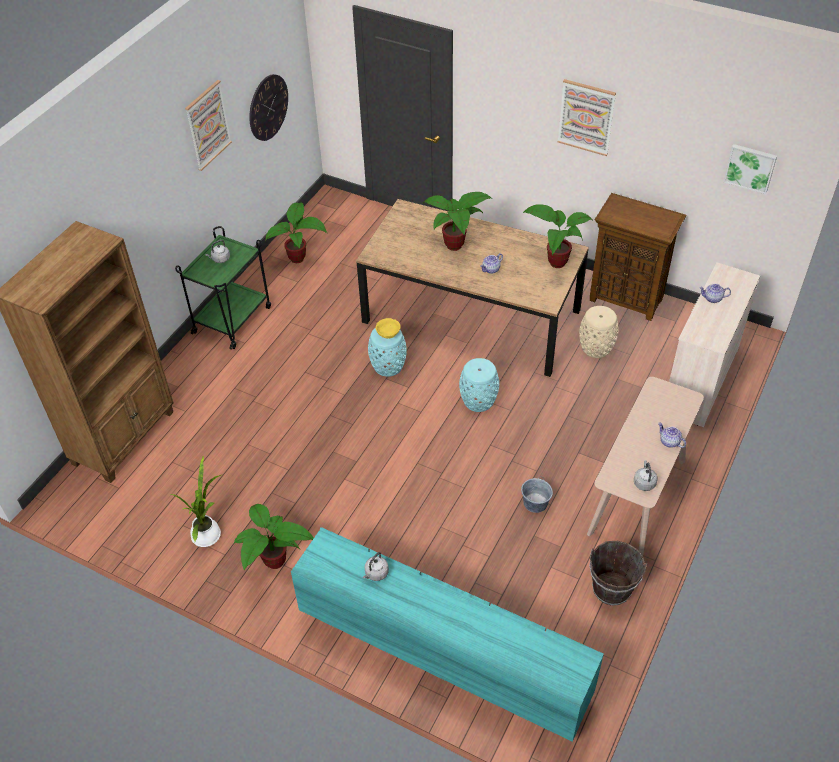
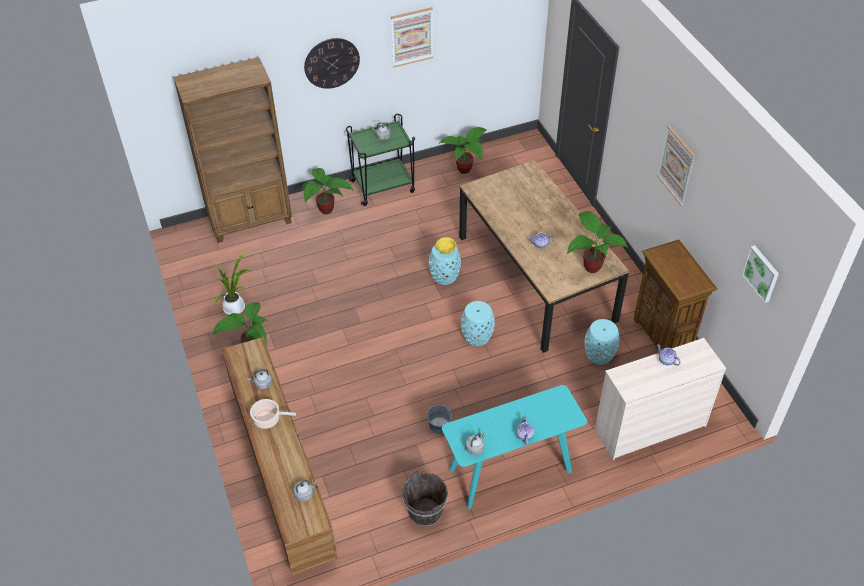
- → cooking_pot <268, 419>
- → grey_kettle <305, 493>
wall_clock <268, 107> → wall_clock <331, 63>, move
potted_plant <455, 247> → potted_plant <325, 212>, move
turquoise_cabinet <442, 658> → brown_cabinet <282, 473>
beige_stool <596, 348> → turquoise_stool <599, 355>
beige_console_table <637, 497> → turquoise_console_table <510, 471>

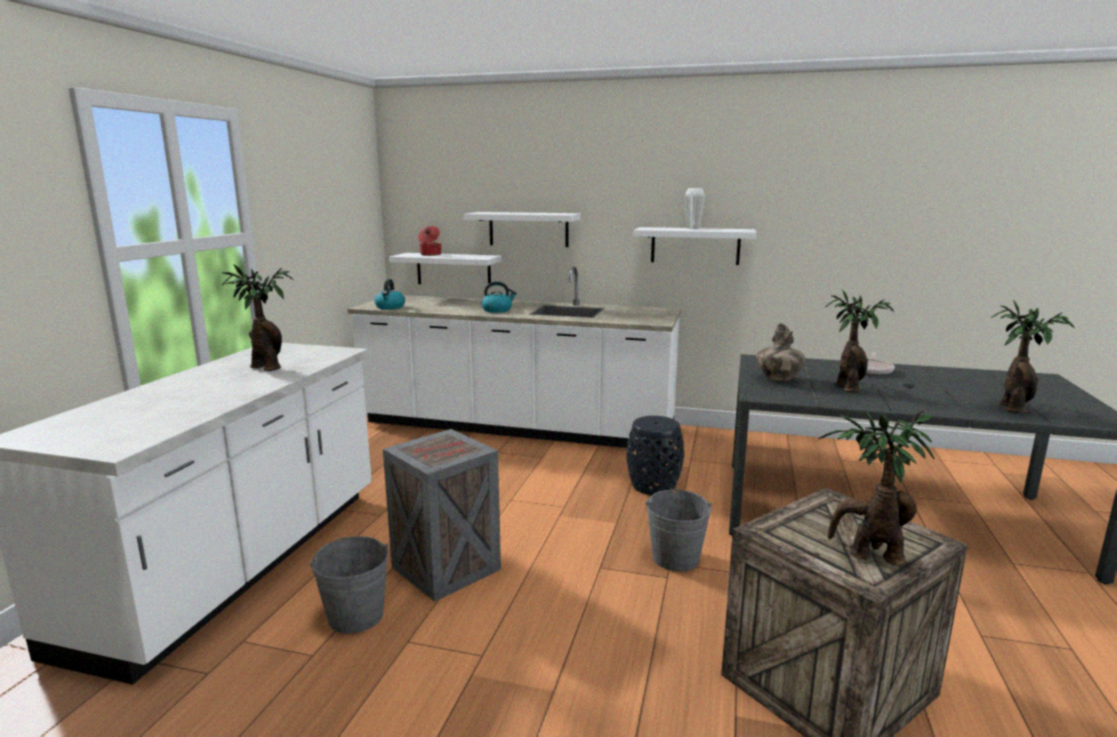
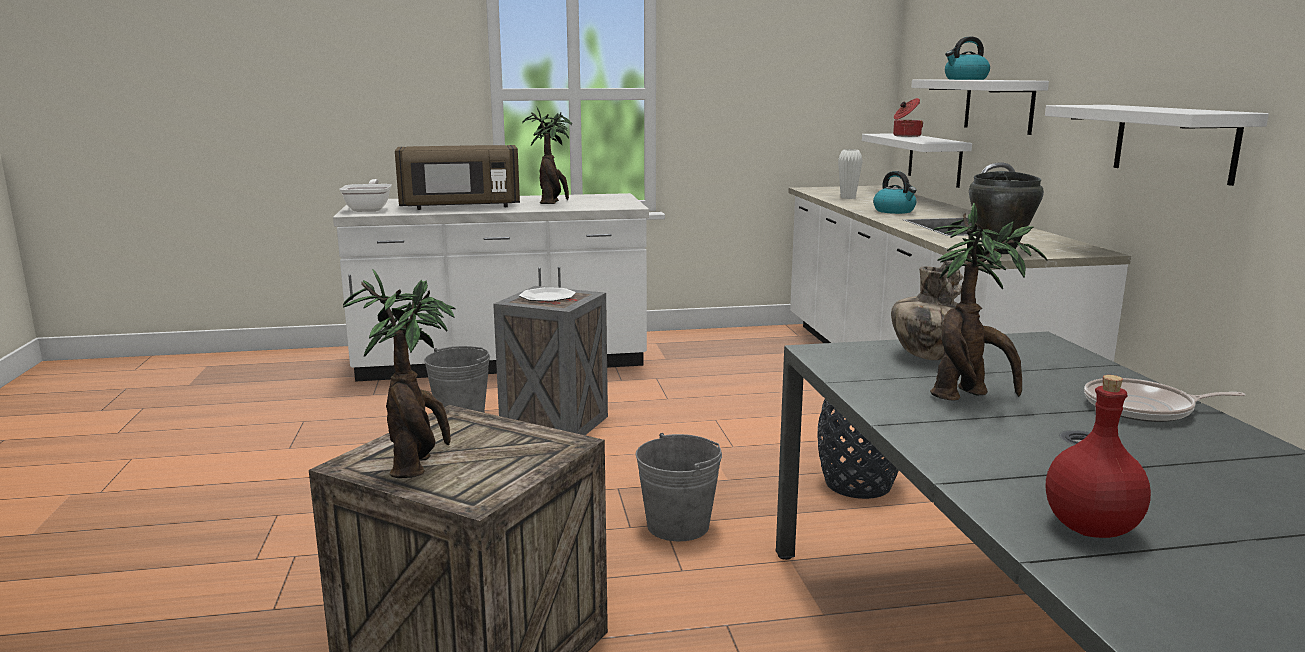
- → frying_pan <369, 209>
- → brown_microwave <460, 207>
- → plate <547, 297>
- → black_cooking_pot <999, 251>
kettle <390, 307> → kettle <965, 79>, move
white_vase <693, 228> → white_vase <848, 198>, move
potted_plant <1014, 408> → red_bottle <1090, 528>

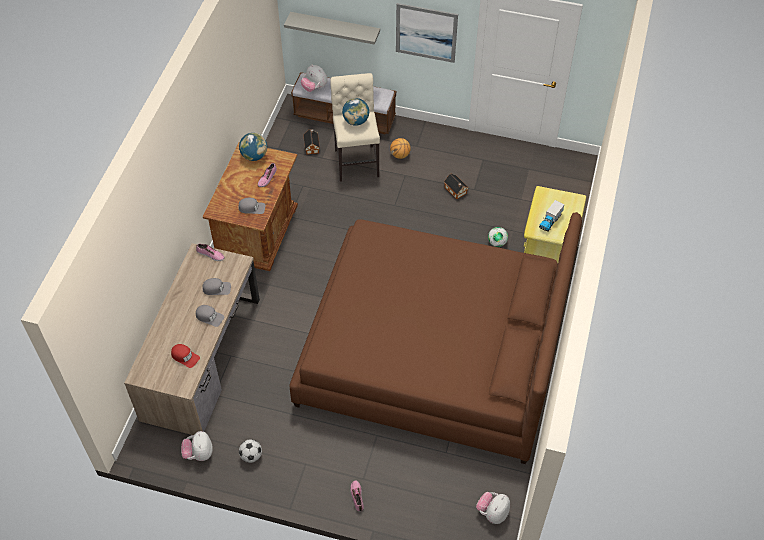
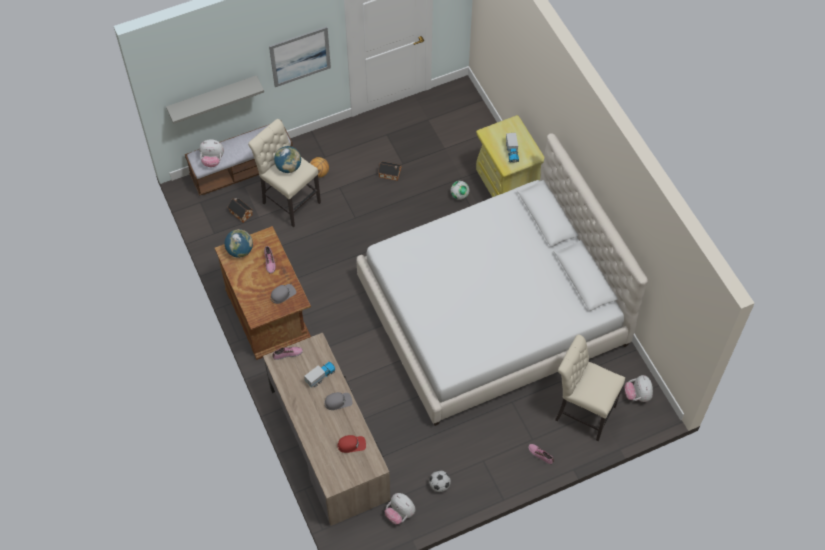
- → beige_stool <582, 411>
grey_cap <216, 288> → toy_truck <320, 376>
brown_bed <433, 351> → white_bed <492, 311>

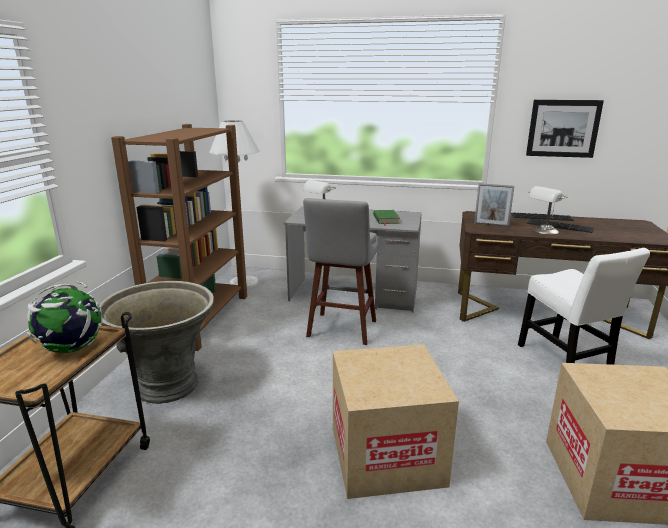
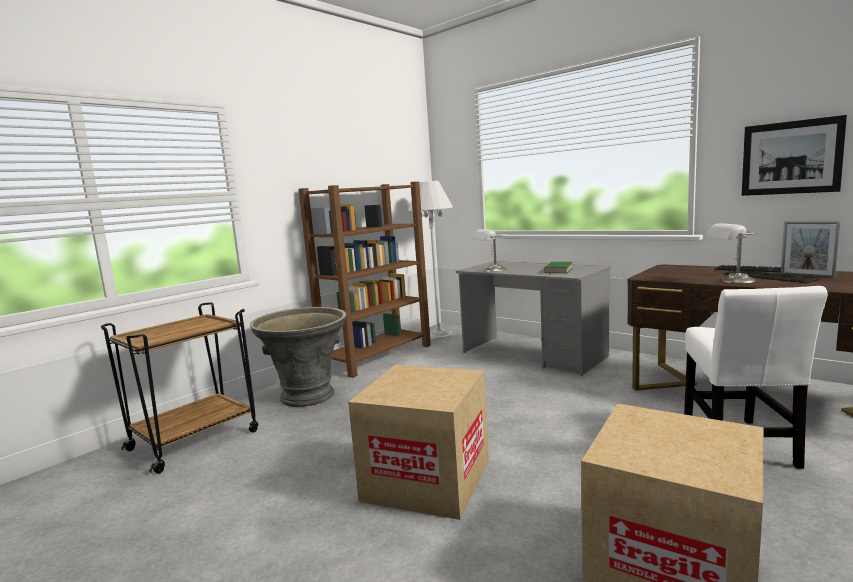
globe <71, 349> → -
grey_stool <341, 330> → -
picture_frame <491, 224> → picture_frame <807, 276>, move

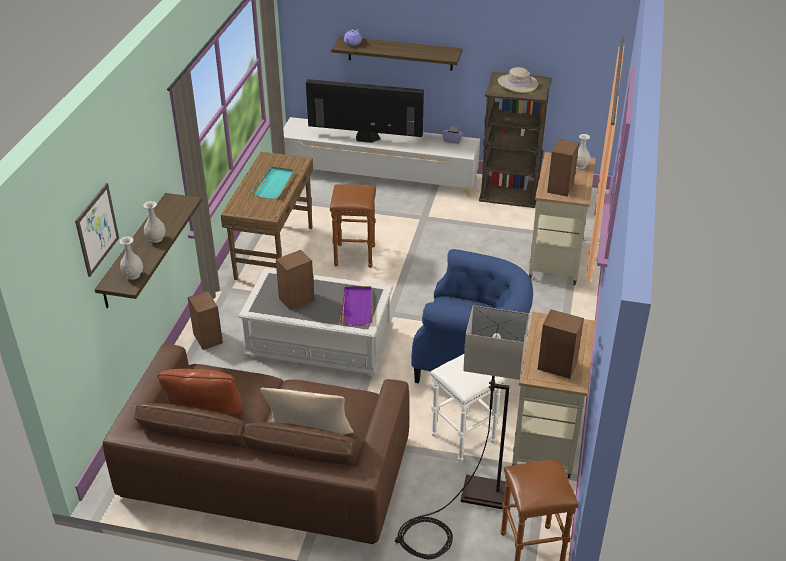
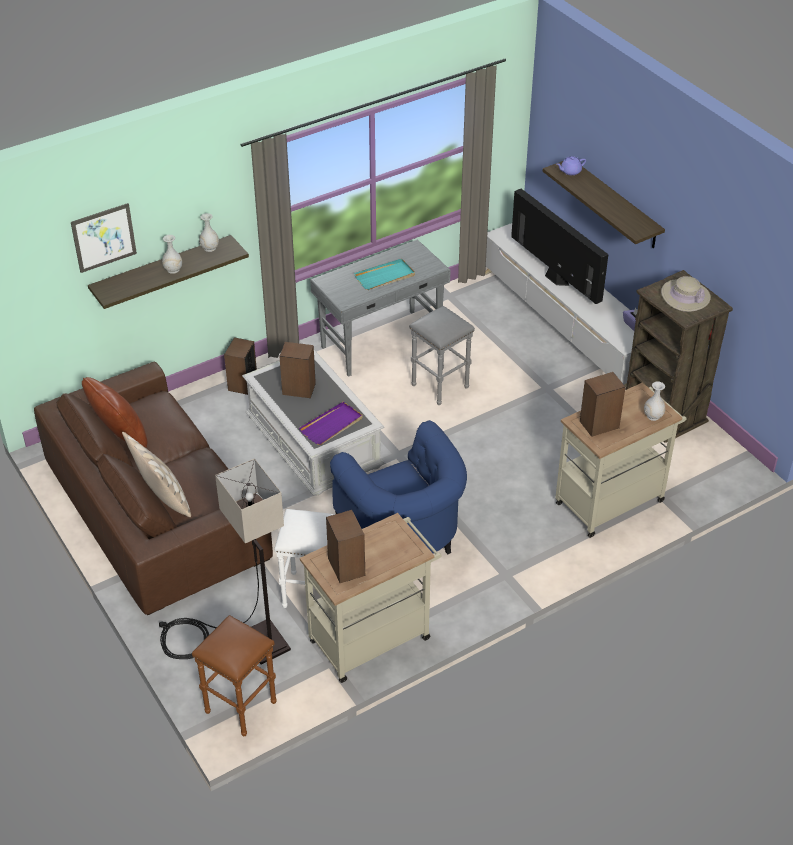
white_vase <133, 275> → white_vase <210, 248>, move
brown_console_table <274, 252> → grey_console_table <381, 343>
brown_stool <354, 255> → grey_stool <440, 385>

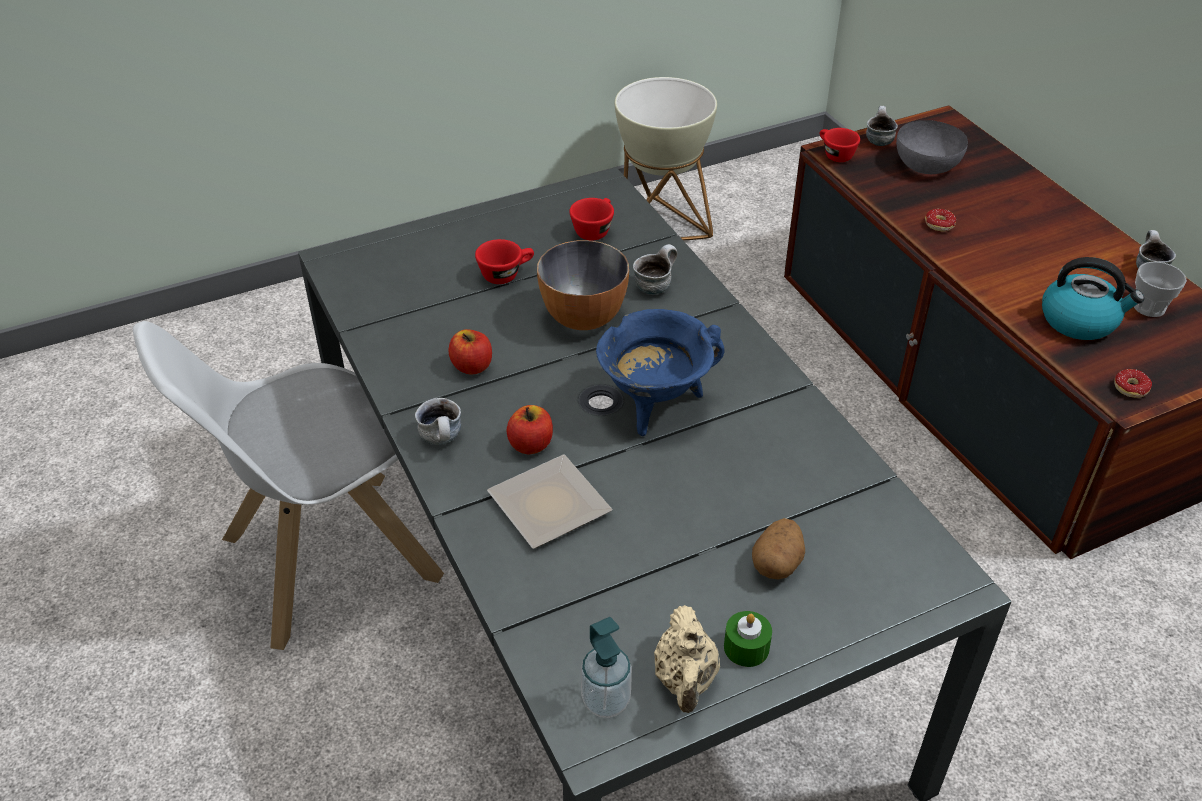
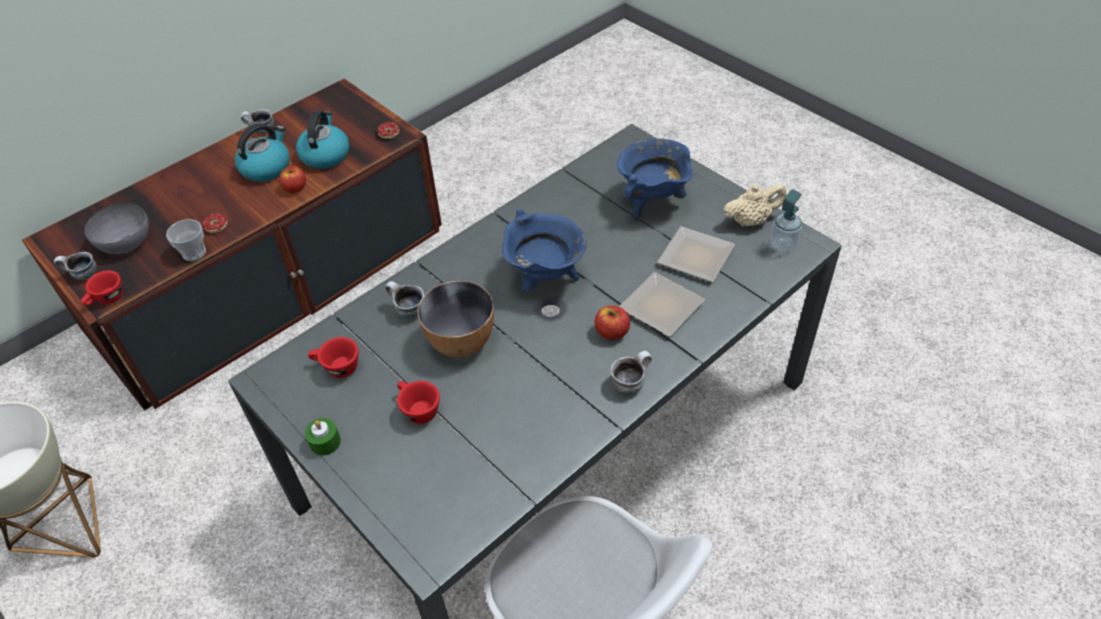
- → kettle <266, 167>
- → plate <693, 258>
apple <472, 366> → apple <295, 188>, move
green_candle <746, 647> → green_candle <325, 442>, move
cup <1149, 307> → cup <194, 253>, move
potato <777, 563> → blue_cooking_pot <652, 202>

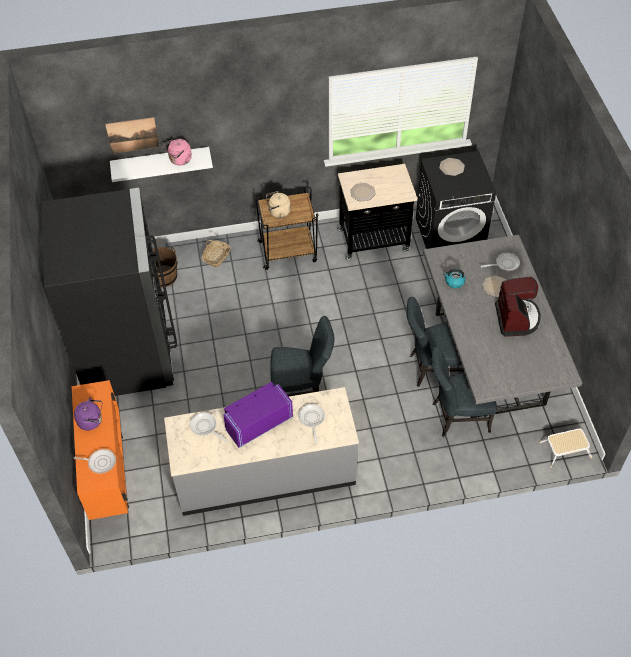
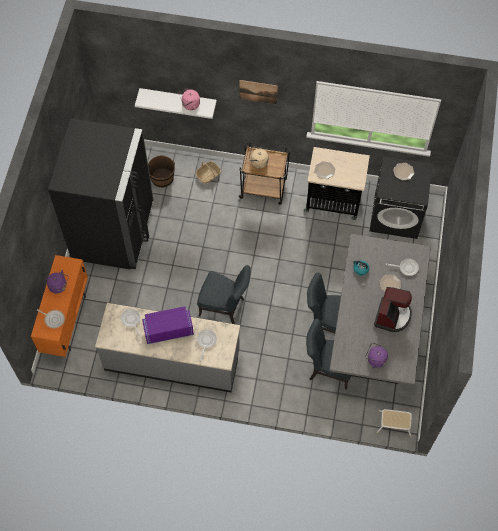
- → purple_kettle <375, 359>
picture <132, 135> → picture <258, 92>, move

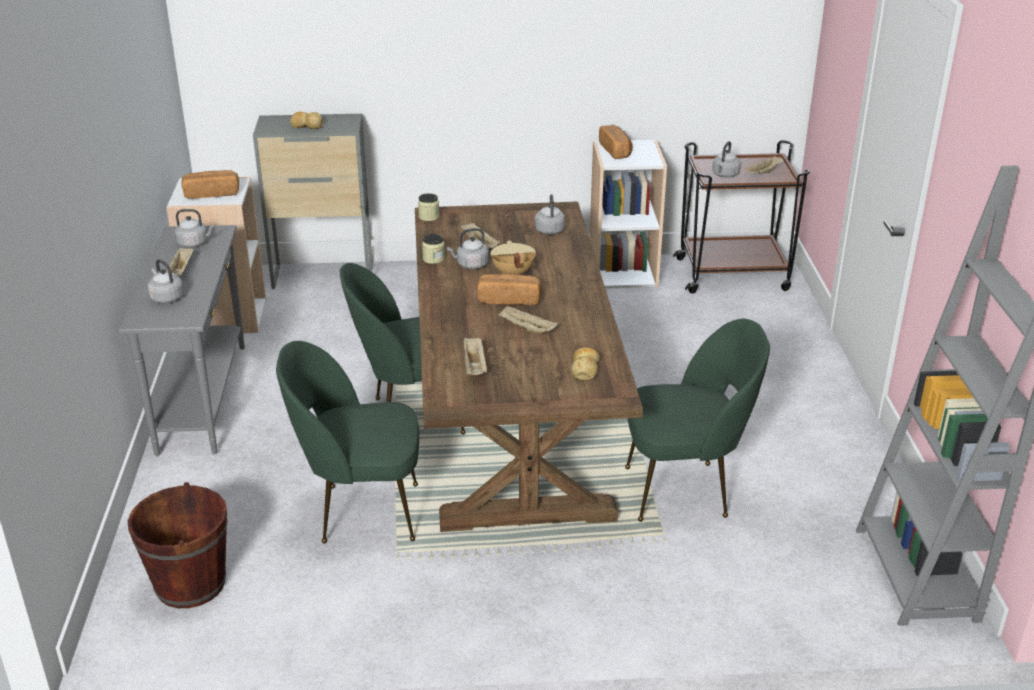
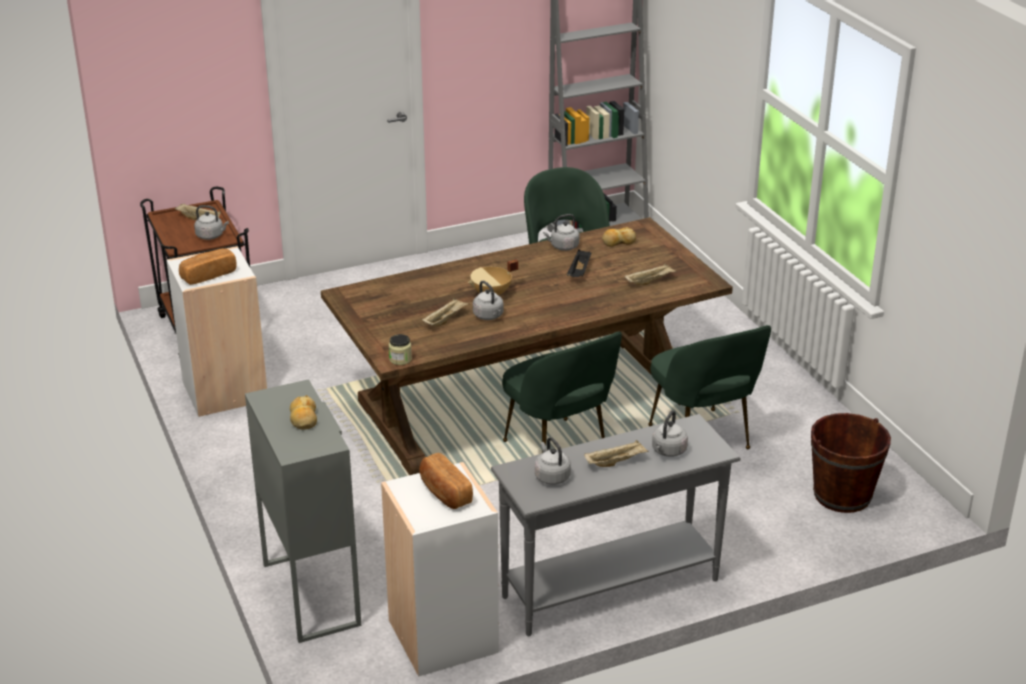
jar <433, 259> → -
bread <509, 299> → -
grey_kettle <549, 230> → grey_kettle <563, 247>, move
beige_tray <526, 328> → black_tray <579, 272>

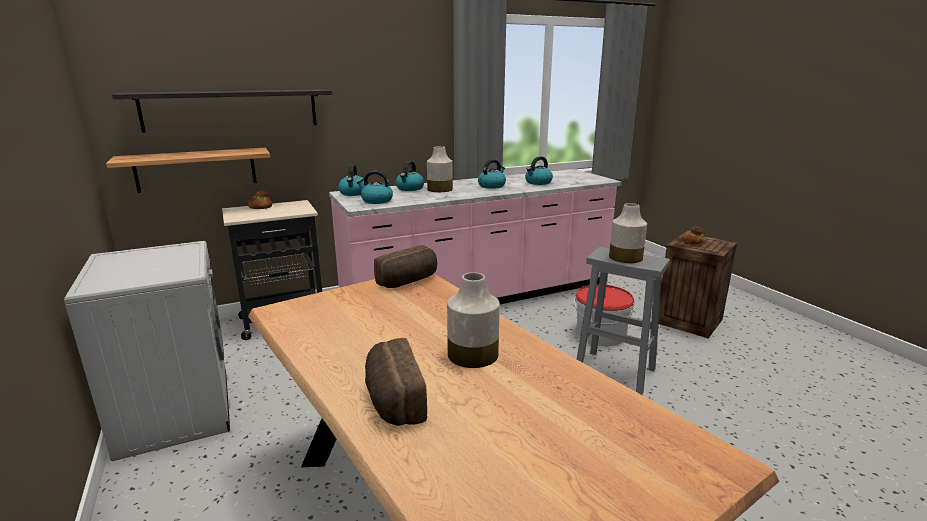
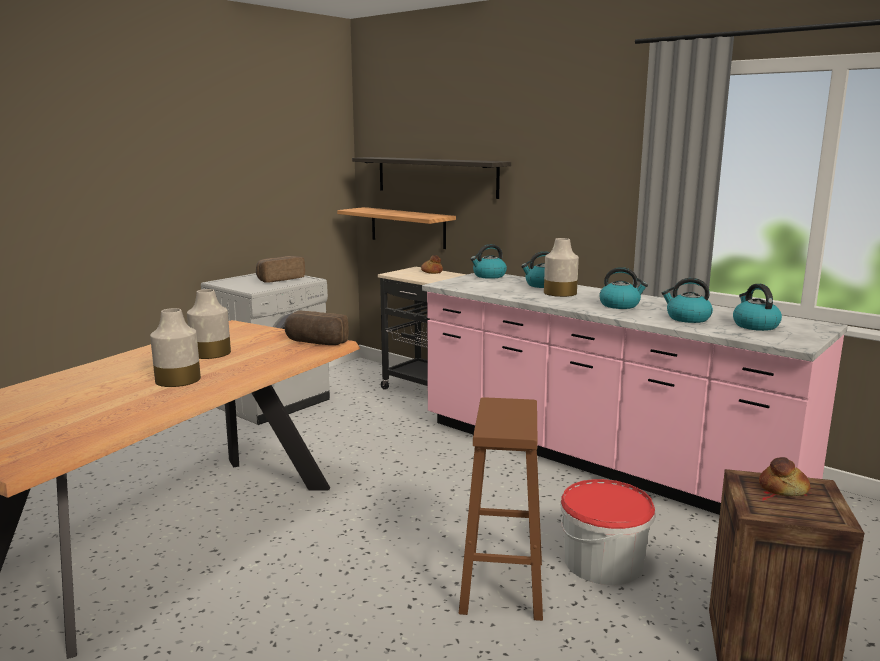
kettle <376, 201> → kettle <754, 325>, move
bread <392, 400> → bread <280, 279>, move
beige_vase <626, 257> → beige_vase <211, 353>, move
grey_stool <616, 372> → brown_stool <502, 587>

